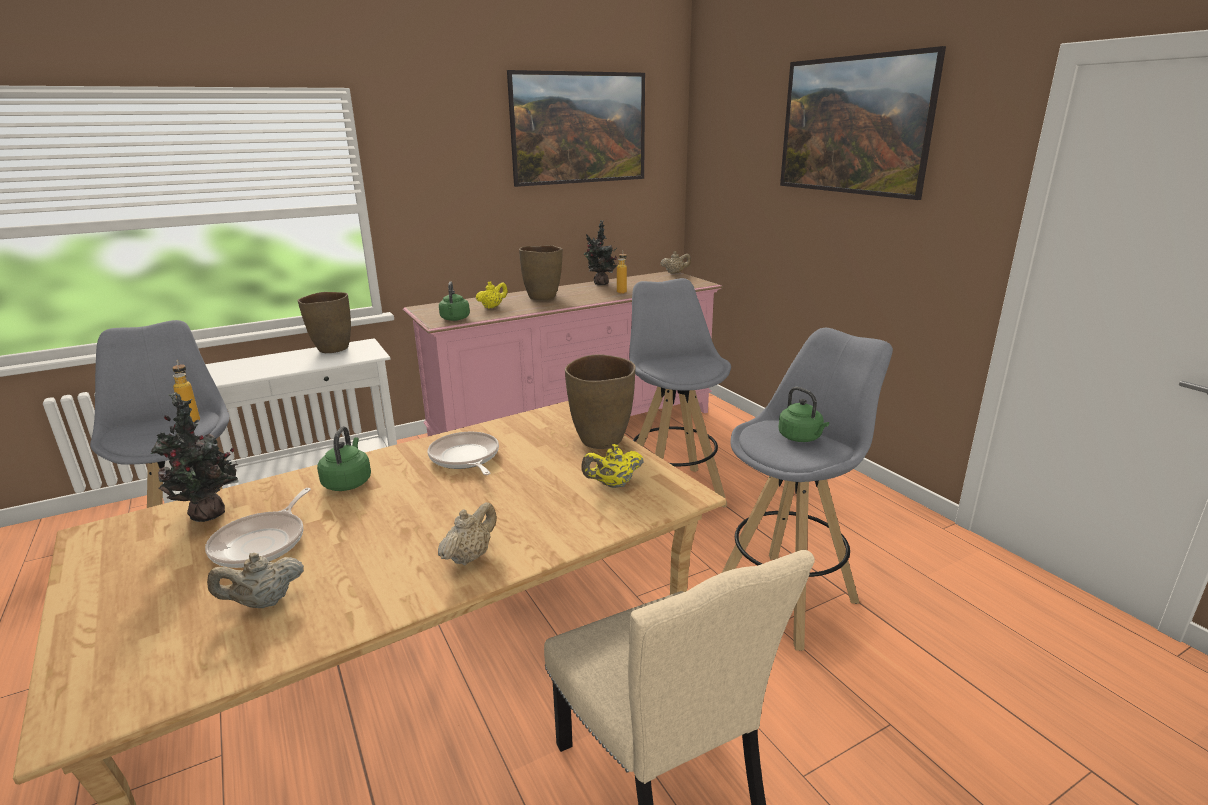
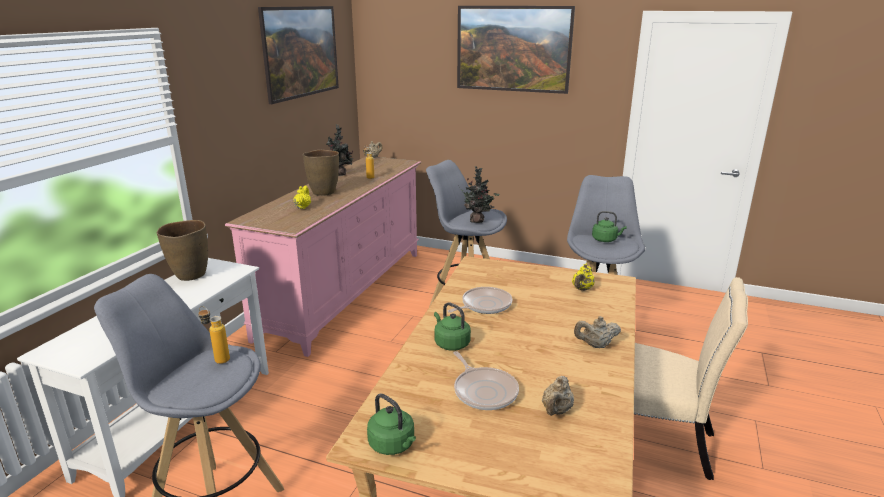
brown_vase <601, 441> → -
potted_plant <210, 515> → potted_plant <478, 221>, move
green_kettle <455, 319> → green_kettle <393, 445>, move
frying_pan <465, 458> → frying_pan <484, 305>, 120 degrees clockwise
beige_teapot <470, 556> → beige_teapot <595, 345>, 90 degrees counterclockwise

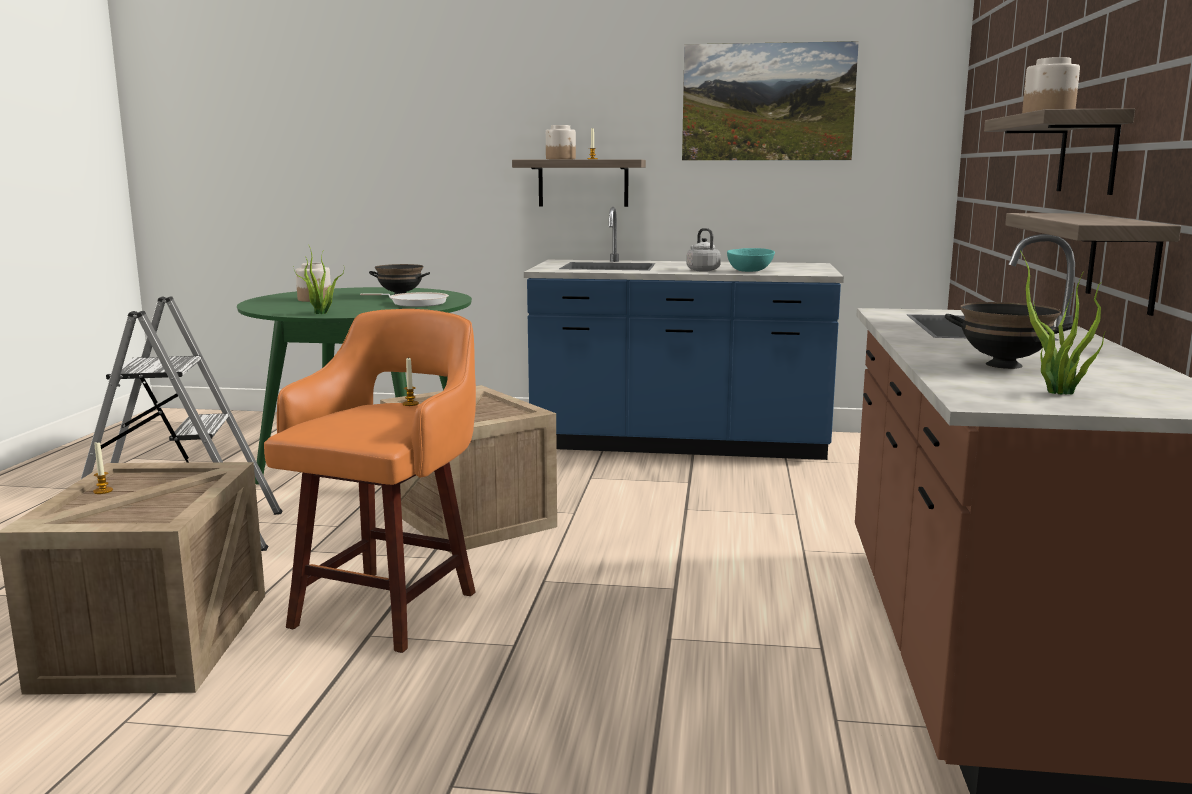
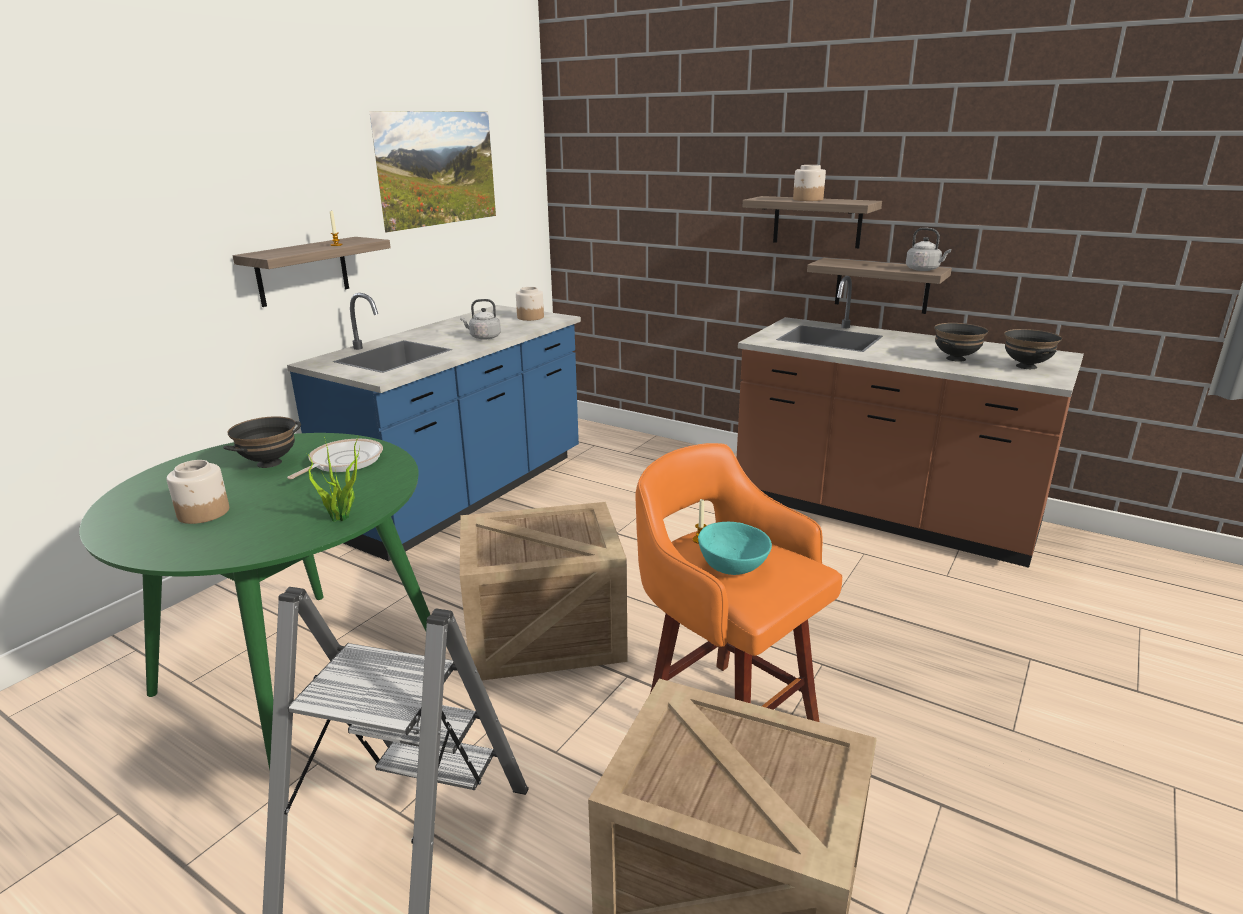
candle <103, 491> → -
- → grey_kettle <924, 269>
jar <561, 159> → jar <530, 317>, move
turquoise_bowl <749, 271> → turquoise_bowl <731, 565>, move
potted_plant <1056, 392> → black_bowl <1027, 366>

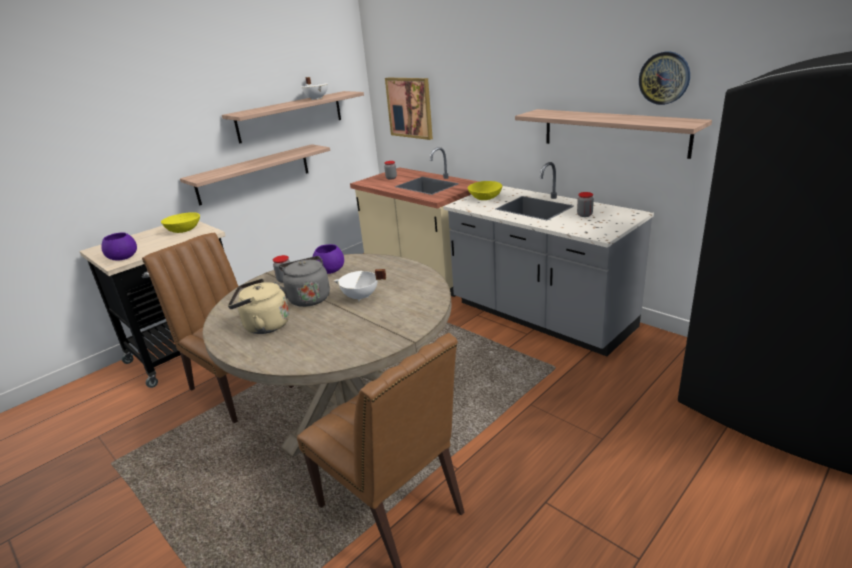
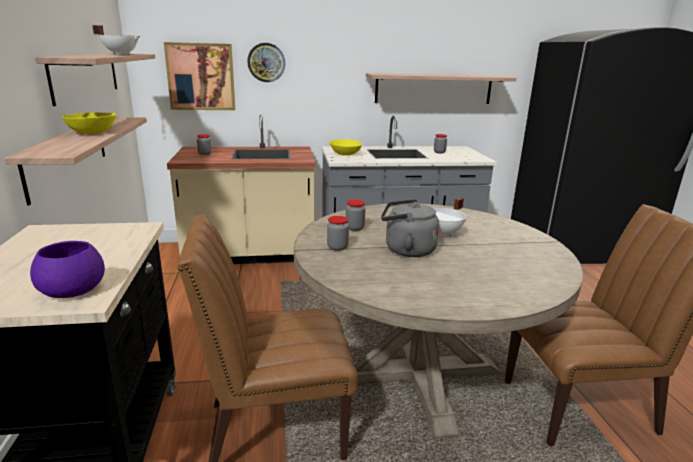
beige_kettle <263, 326> → -
yellow_bowl <184, 230> → yellow_bowl <93, 132>, move
wall_clock <664, 78> → wall_clock <266, 62>, move
purple_bowl <329, 270> → jar <355, 228>

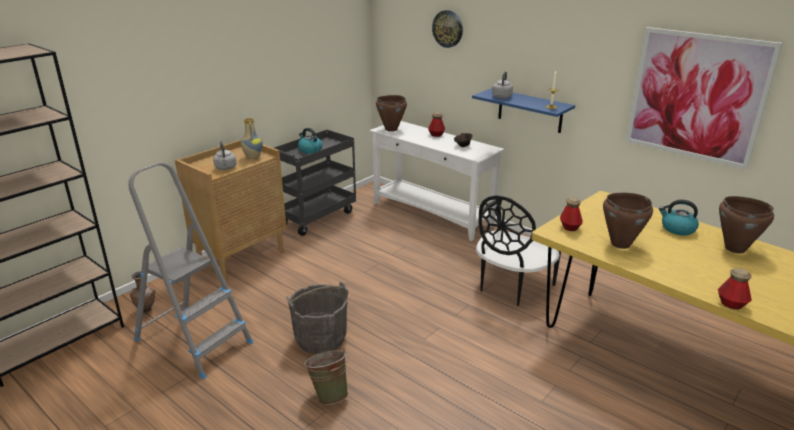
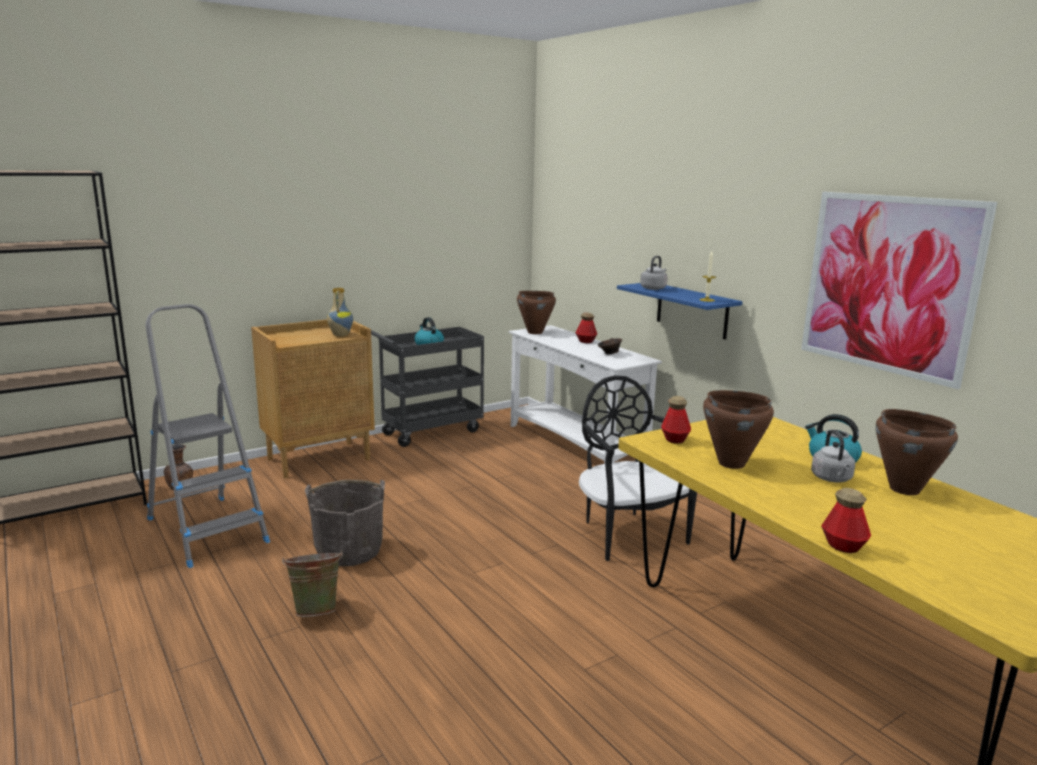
wall_clock <448, 28> → -
grey_kettle <226, 168> → grey_kettle <832, 479>, move
black_chair <511, 286> → black_chair <628, 533>, 105 degrees clockwise

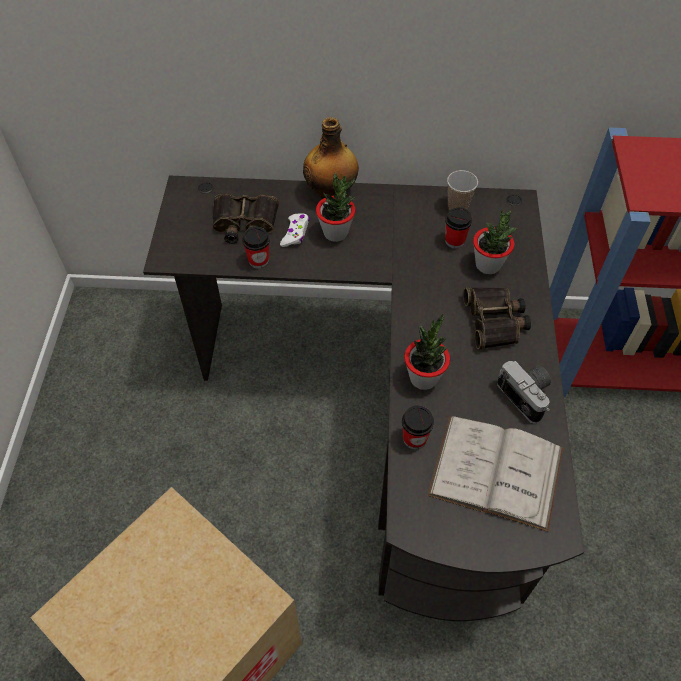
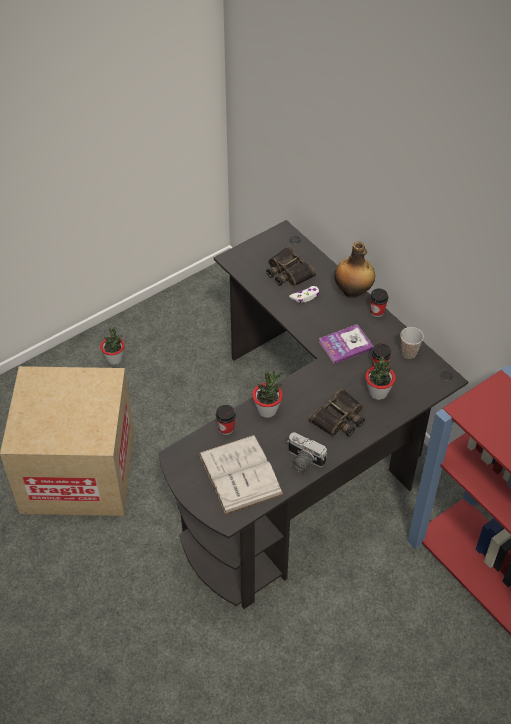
- → book <345, 345>
cup <258, 260> → cup <377, 312>, move
potted_plant <336, 233> → potted_plant <114, 359>, move
photo_camera <527, 395> → photo_camera <303, 461>, 105 degrees clockwise

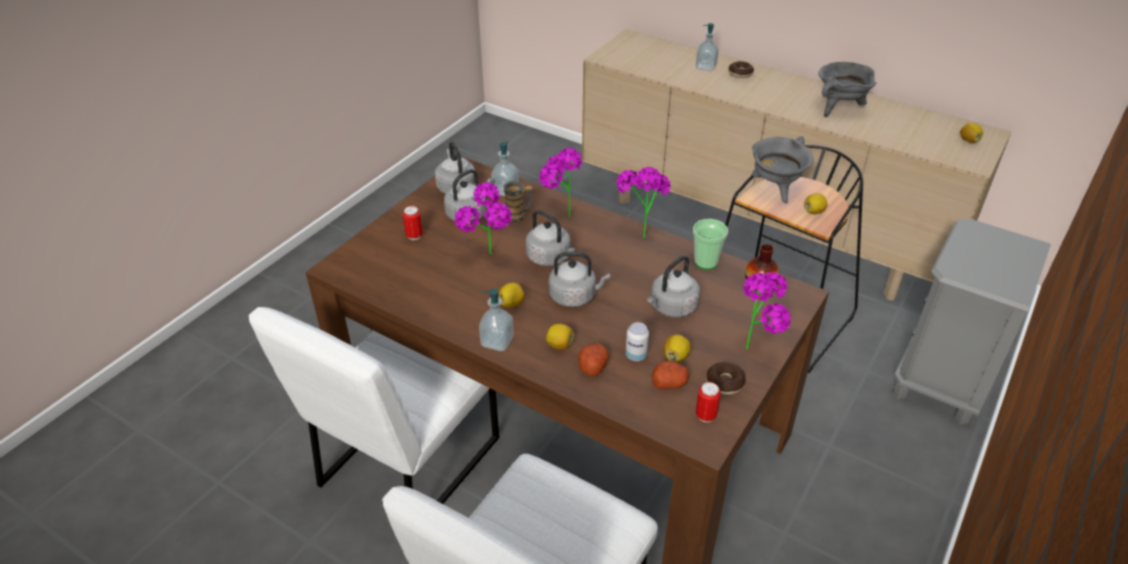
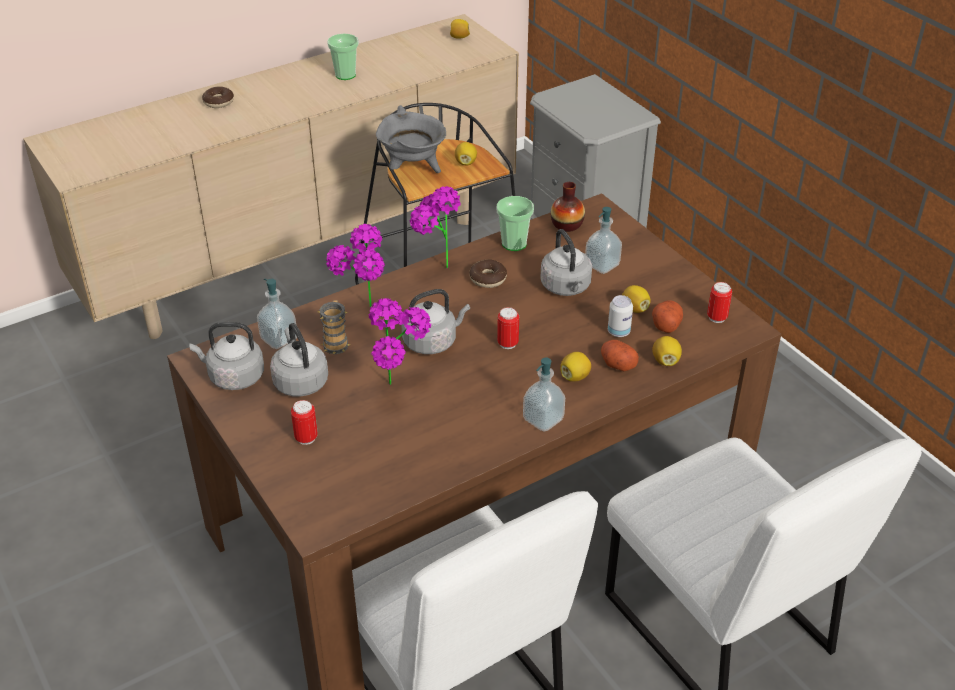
potted_plant <758, 347> → -
lemon <512, 303> → lemon <665, 361>, move
soap_dispenser <705, 67> → soap_dispenser <602, 265>, move
donut <724, 383> → donut <488, 279>, move
grey_kettle <575, 296> → can <507, 343>
grey_cooking_pot <839, 109> → cup <345, 75>

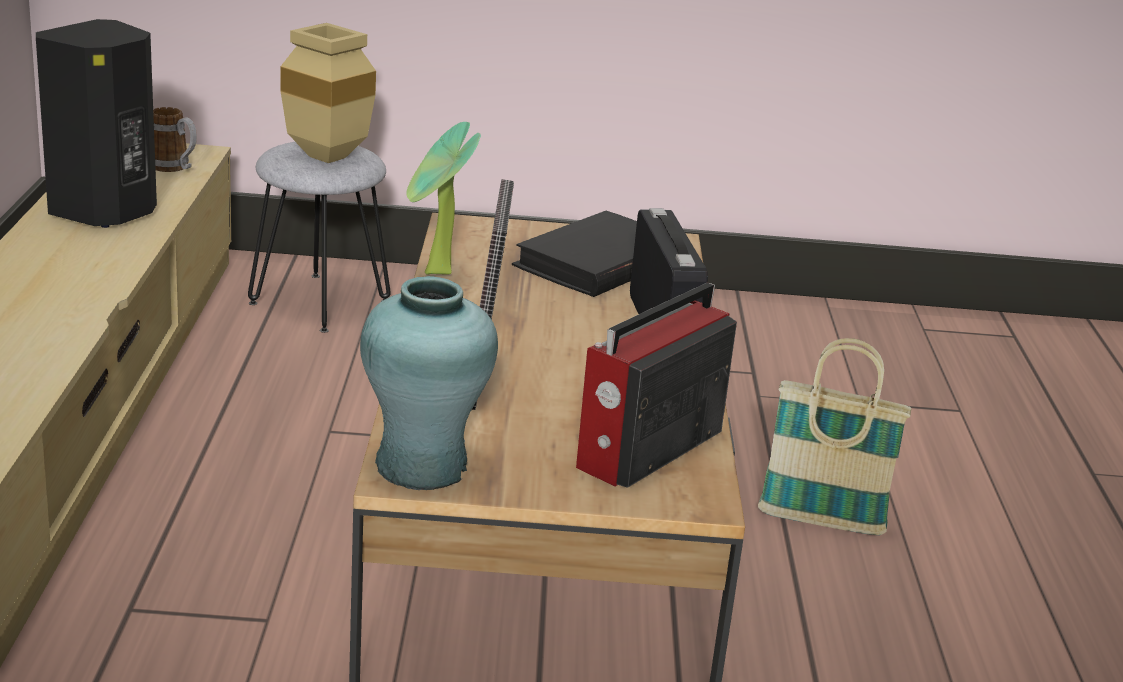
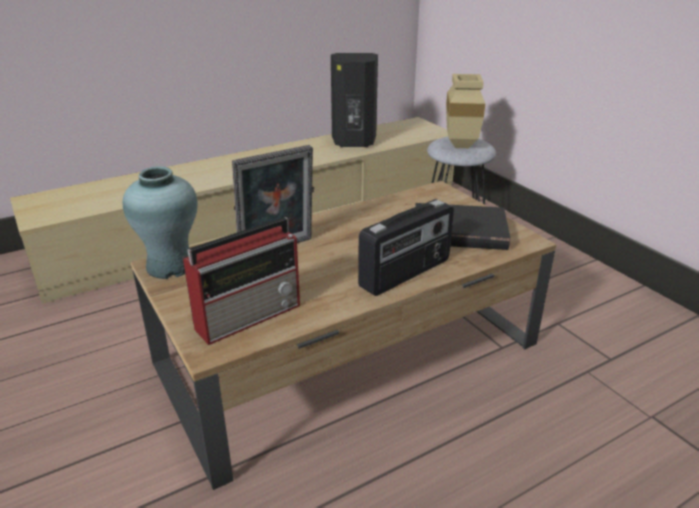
mug <174, 168> → -
potted_plant <436, 275> → -
basket <821, 522> → -
radio <646, 450> → radio <250, 315>, 135 degrees clockwise

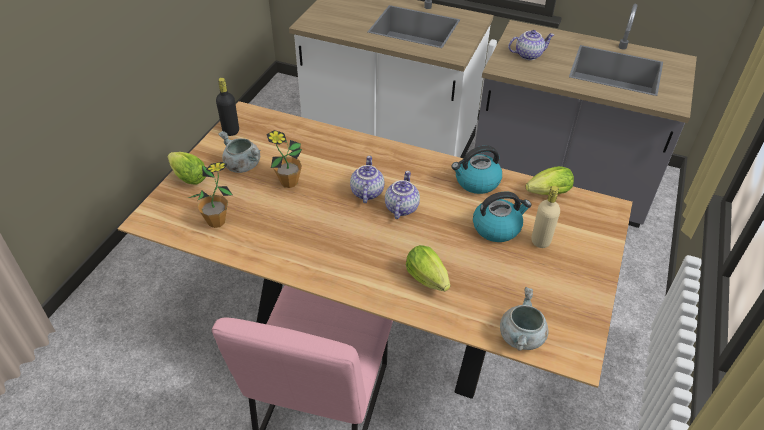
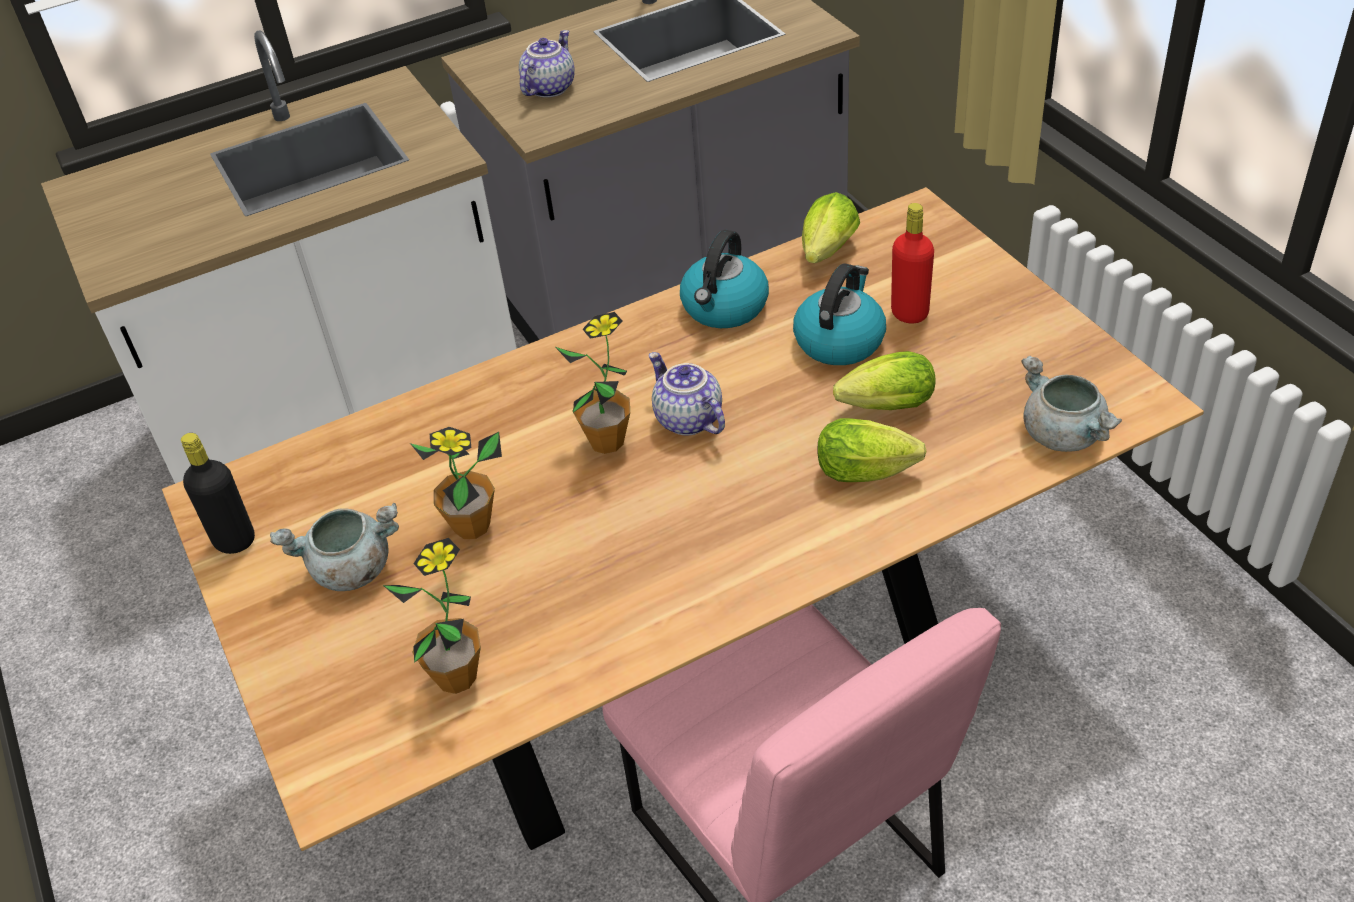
lettuce <187, 177> → lettuce <882, 407>, move
teapot <366, 192> → potted_plant <607, 441>
beige_bottle <540, 241> → red_bottle <909, 313>

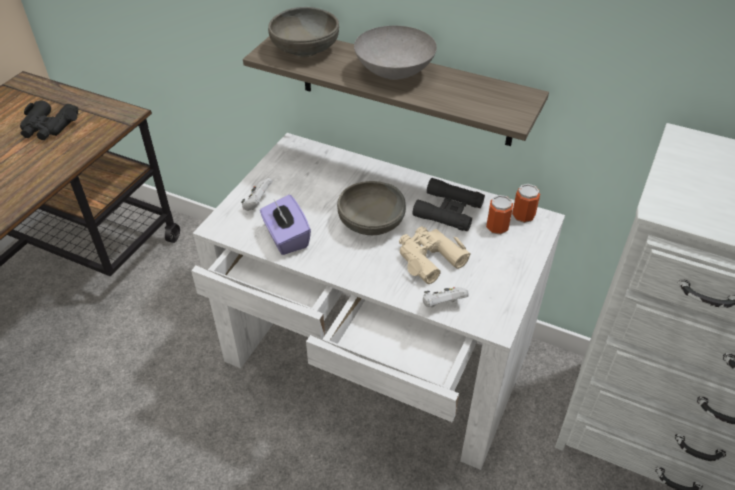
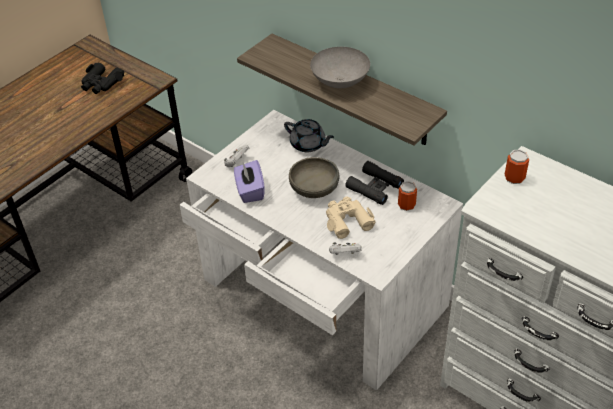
grey_bowl <305, 49> → -
- → grey_teapot <308, 144>
can <523, 216> → can <514, 178>, move

